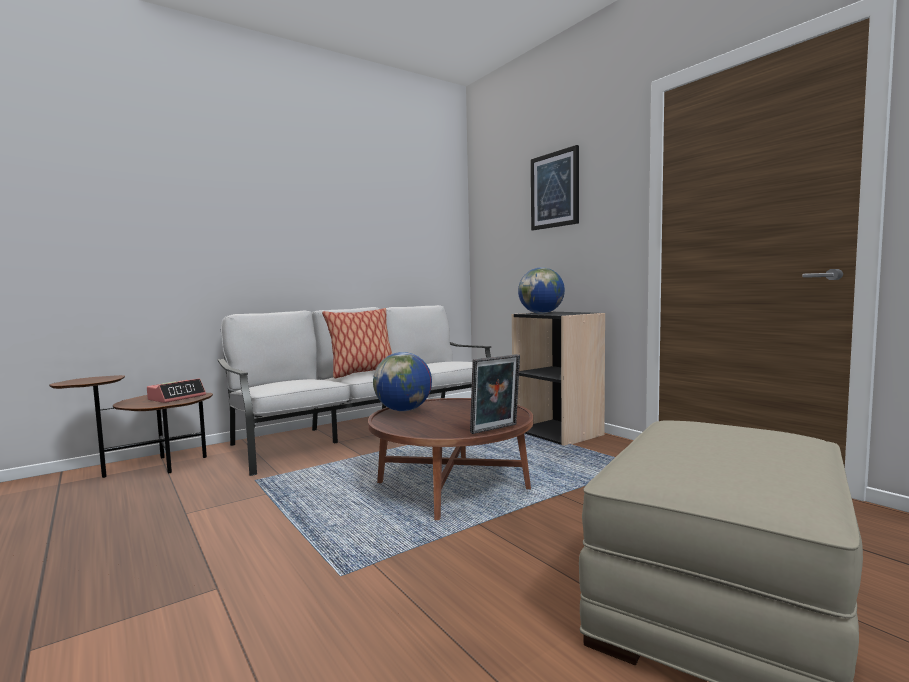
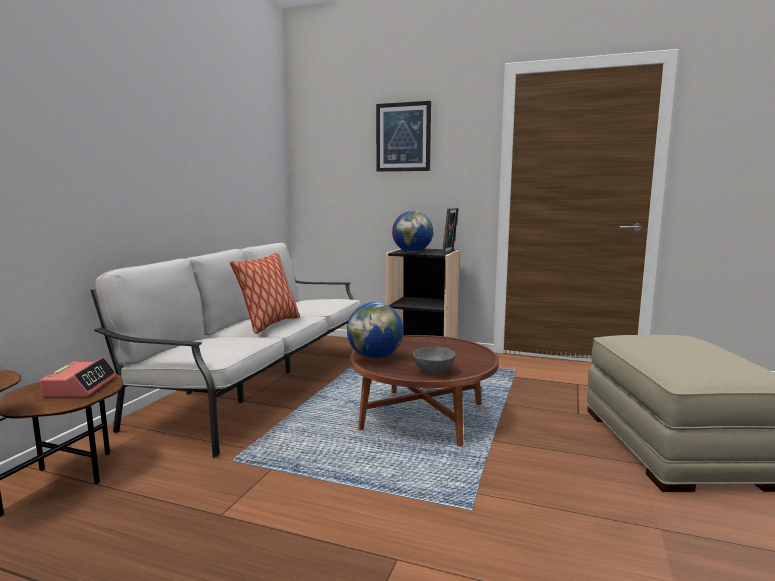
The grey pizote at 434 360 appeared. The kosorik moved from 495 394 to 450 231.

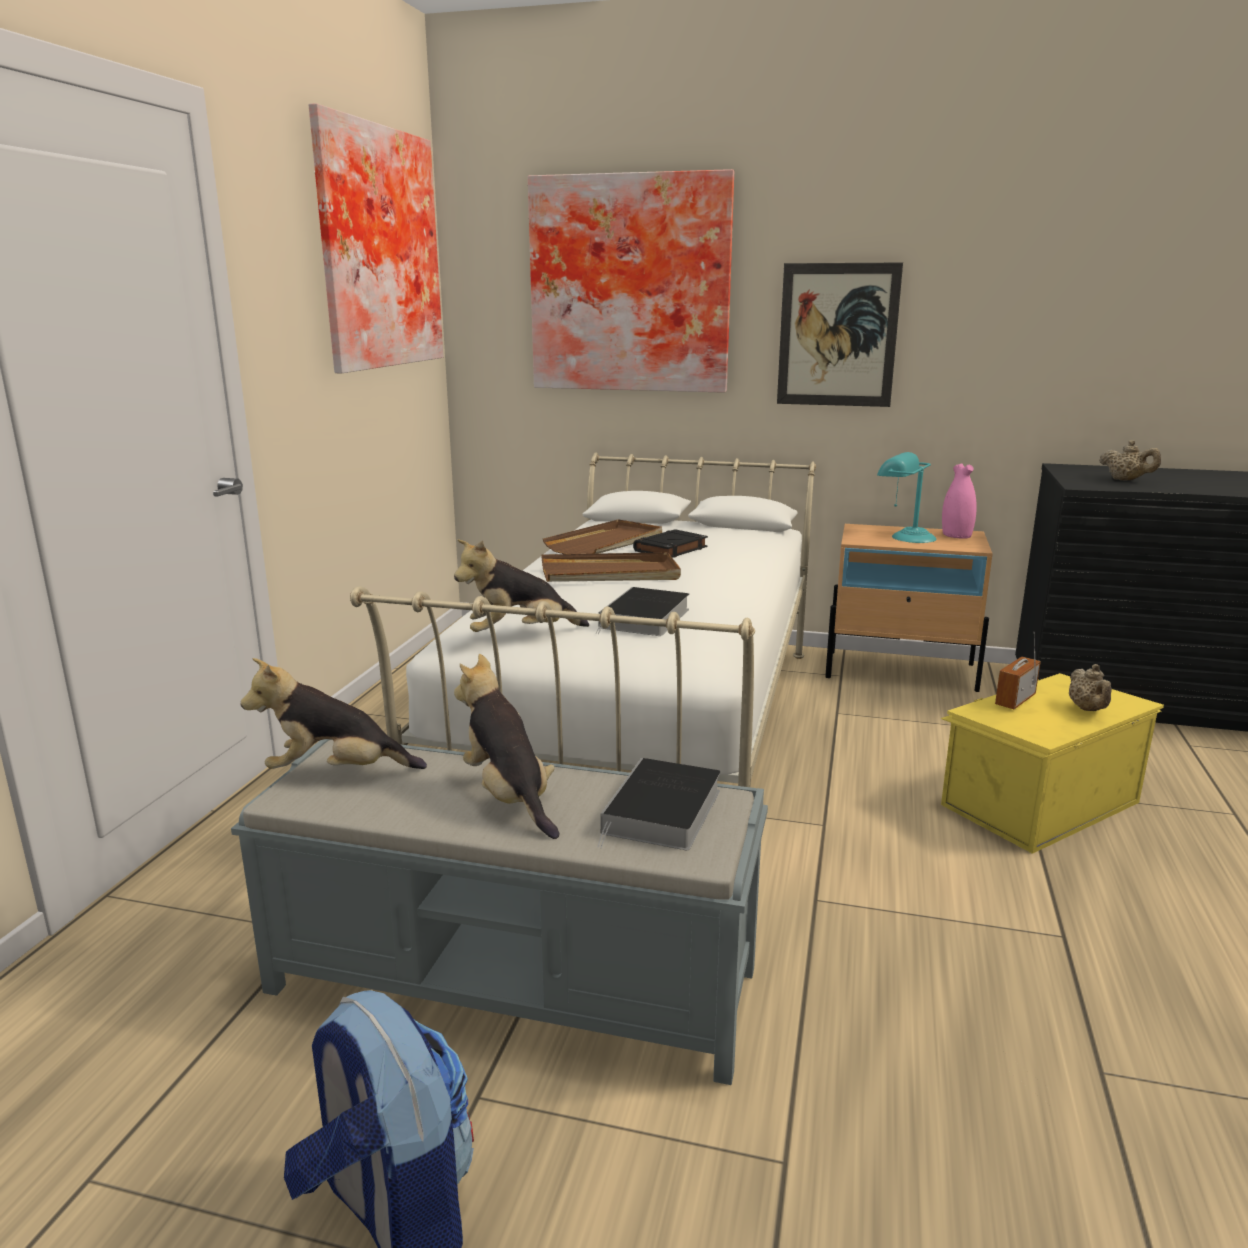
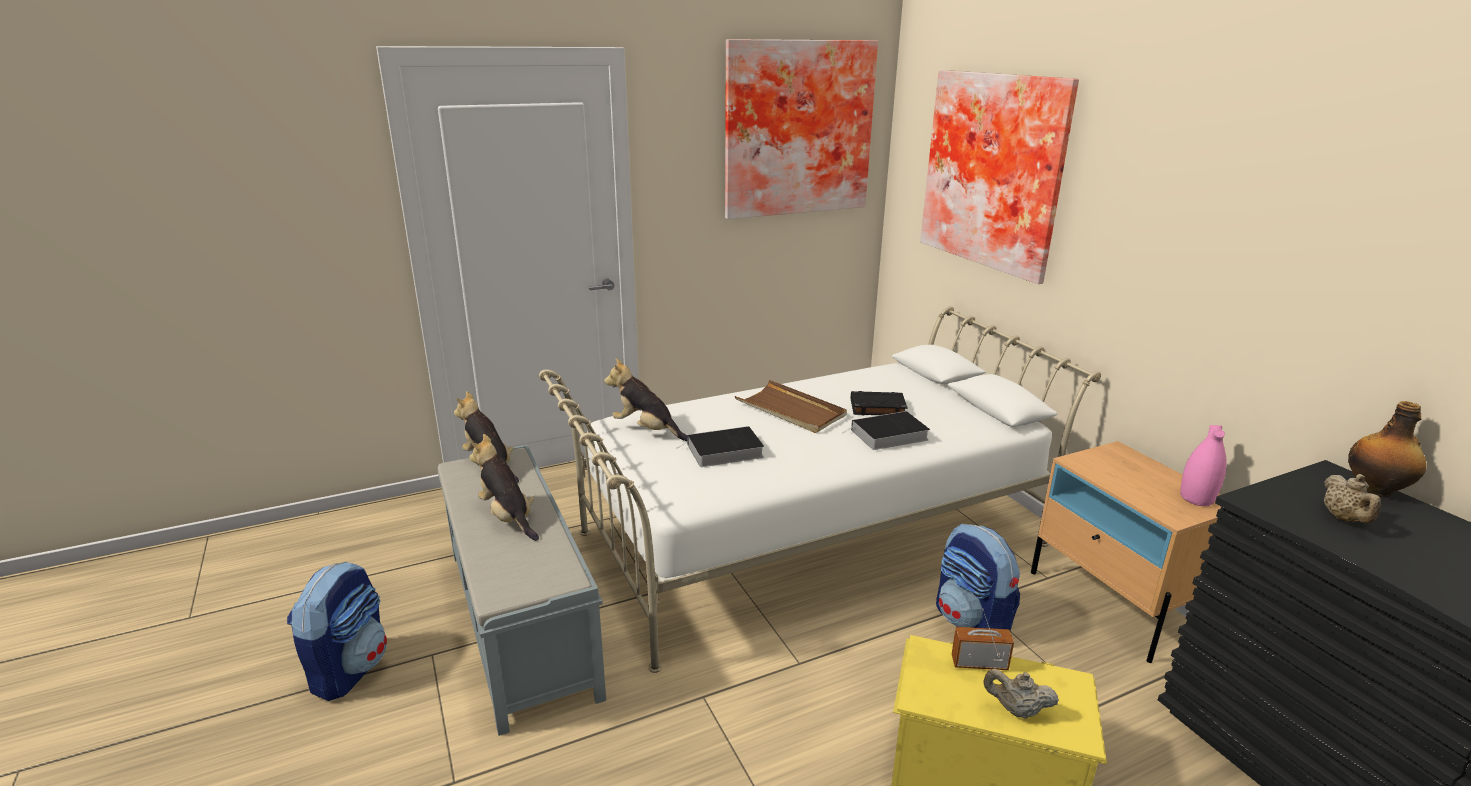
The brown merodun at 602 536 disappeared. The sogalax at 840 335 disappeared. The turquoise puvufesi at 907 497 disappeared. The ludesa at 978 577 appeared. The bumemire at 1387 449 appeared. The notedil moved from 659 804 to 886 430. The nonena at 506 746 turned 60 degrees counterclockwise. The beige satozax at 1090 687 turned 60 degrees clockwise.

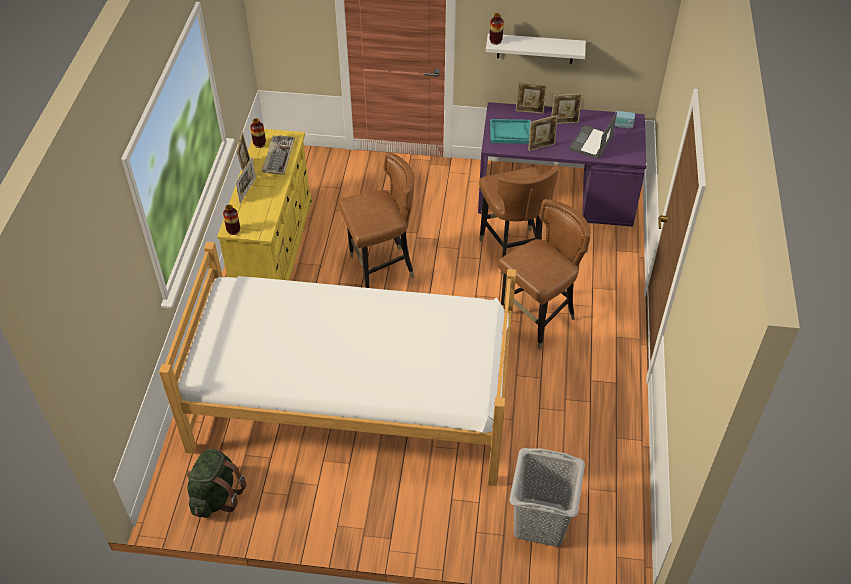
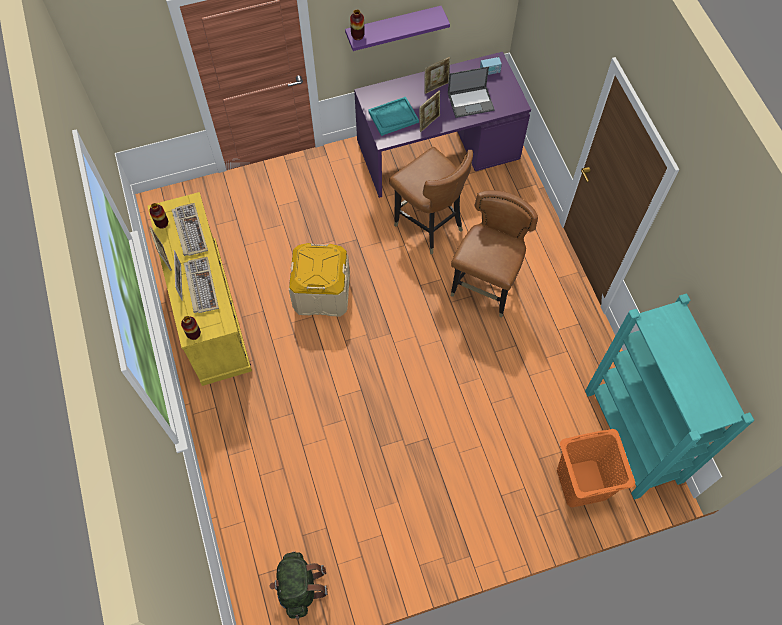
The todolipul at 338 364 disappeared. The kosorik at 531 98 disappeared. The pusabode at 201 285 appeared. The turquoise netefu at 669 396 appeared. The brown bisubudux at 376 220 was replaced by the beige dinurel at 319 280. The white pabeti at 536 49 became the purple pabeti at 397 28. The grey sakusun at 547 497 became the orange sakusun at 596 468. The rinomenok at 593 135 turned 105 degrees counterclockwise.

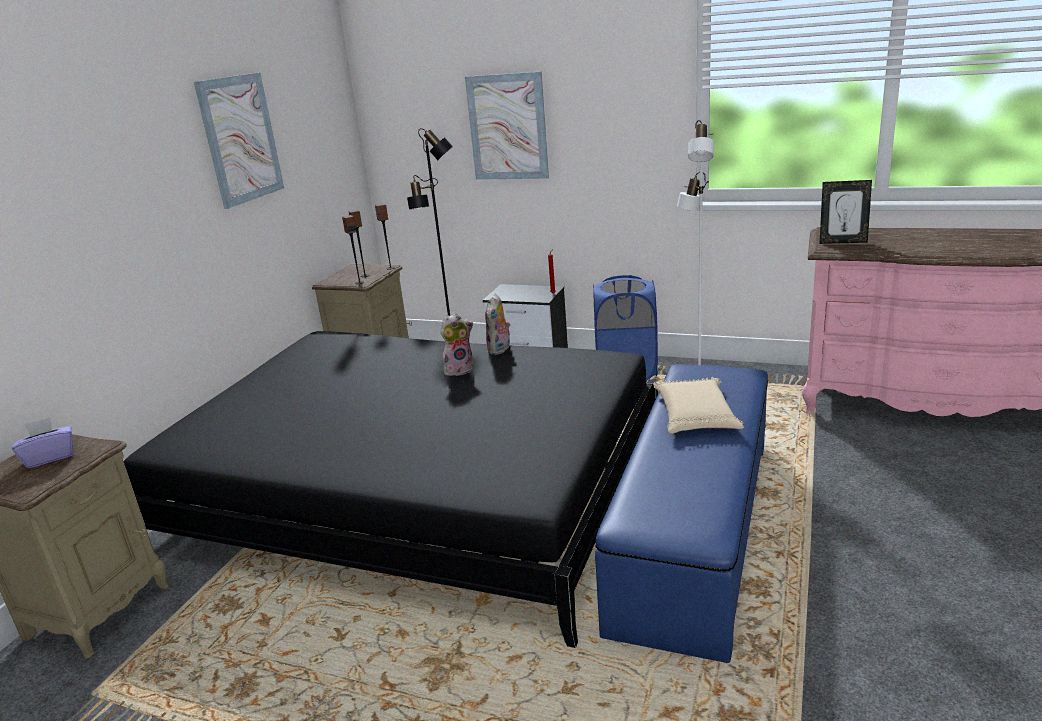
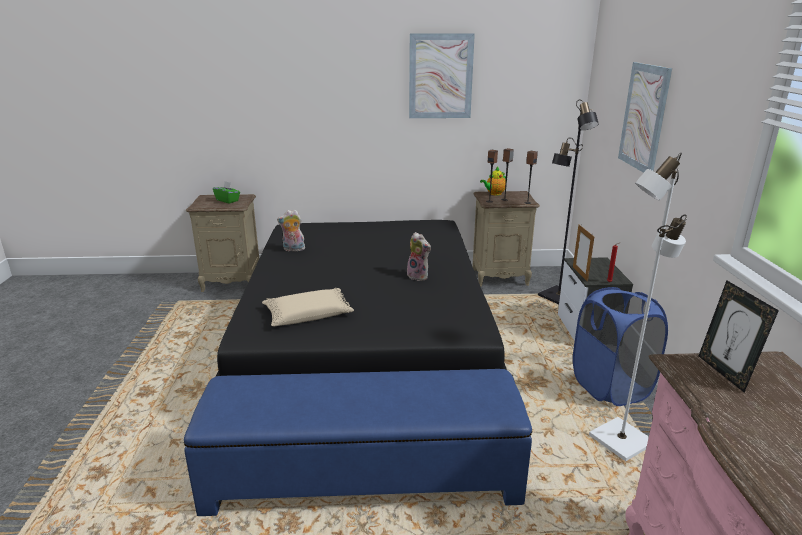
The satozax at 493 181 appeared. The kosorik at 583 253 appeared. The nonena moved from 497 324 to 291 230. The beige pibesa moved from 698 405 to 308 307. The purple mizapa at 42 442 became the green mizapa at 226 192.

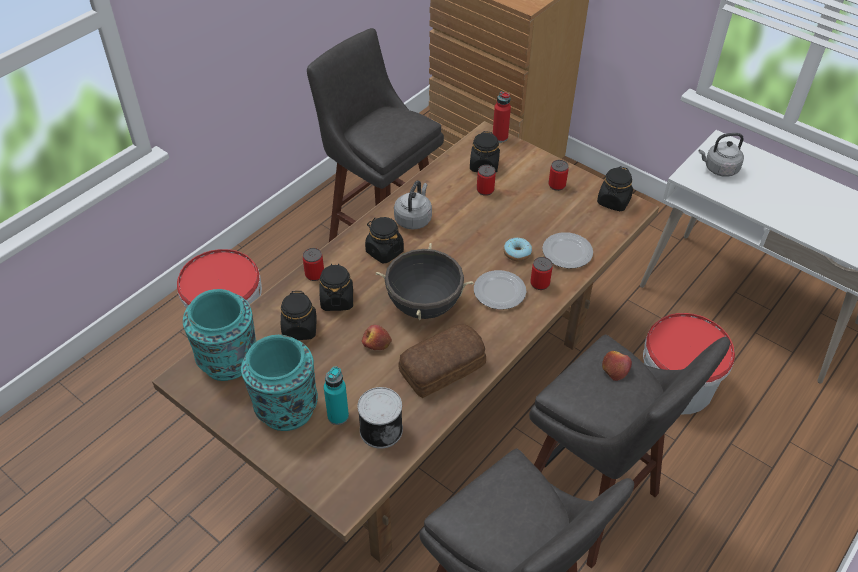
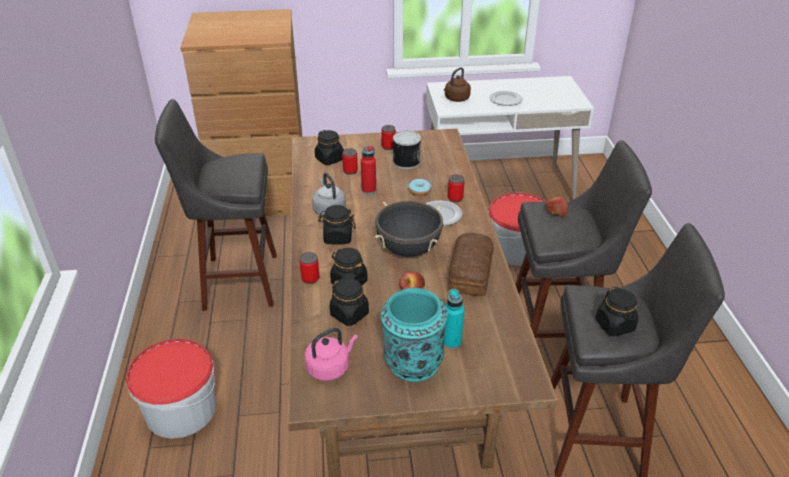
The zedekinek moved from 380 418 to 407 149. The red bumemire moved from 502 116 to 368 170. The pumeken moved from 567 250 to 506 98. The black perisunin moved from 615 188 to 616 311. The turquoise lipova at 219 335 was replaced by the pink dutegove at 331 354. The grey dutegove at 721 155 became the brown dutegove at 457 84.

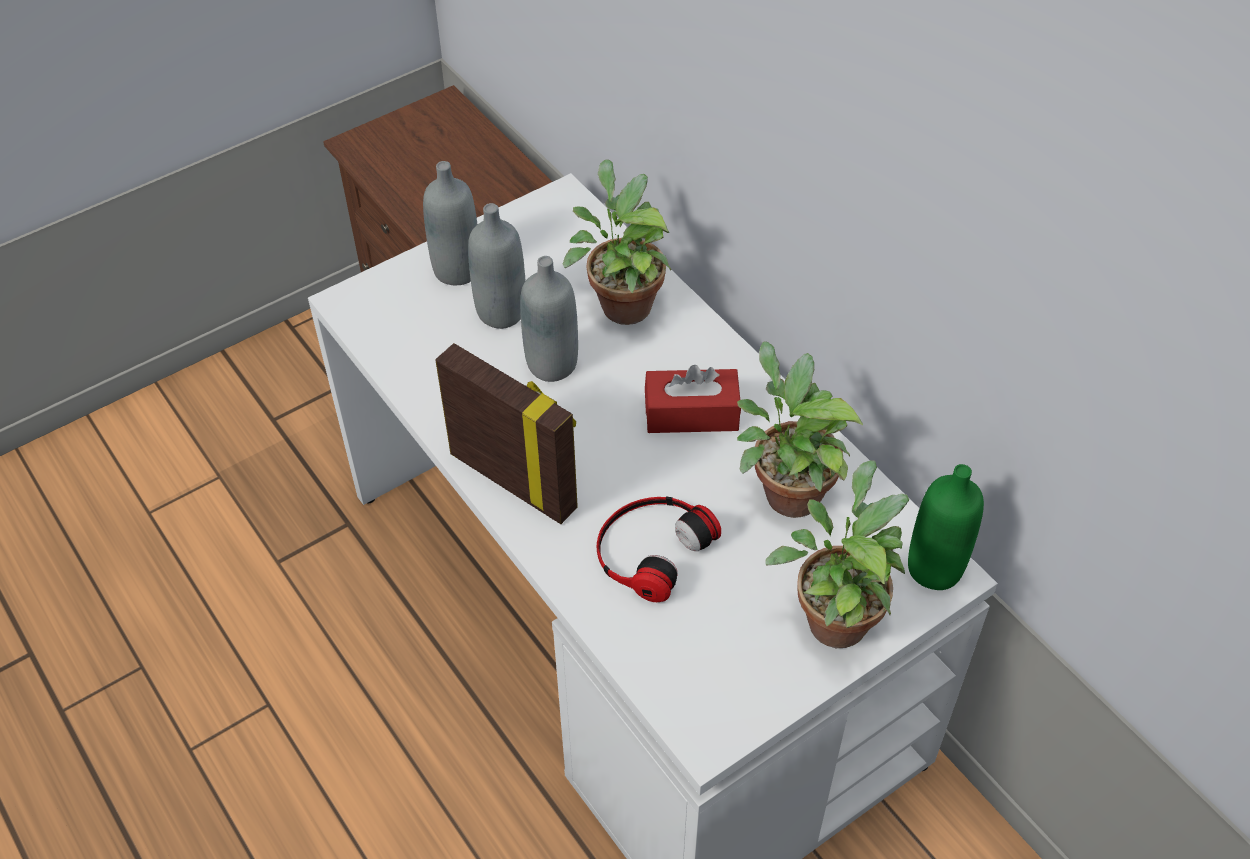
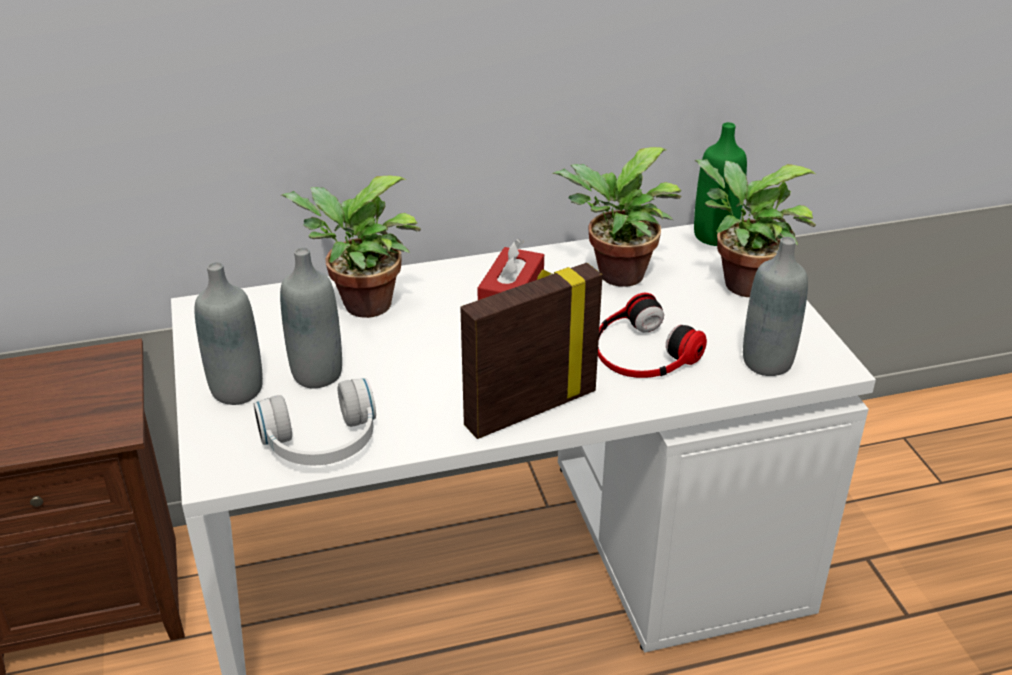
The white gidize at 315 421 appeared. The grey bumemire moved from 549 319 to 775 306.

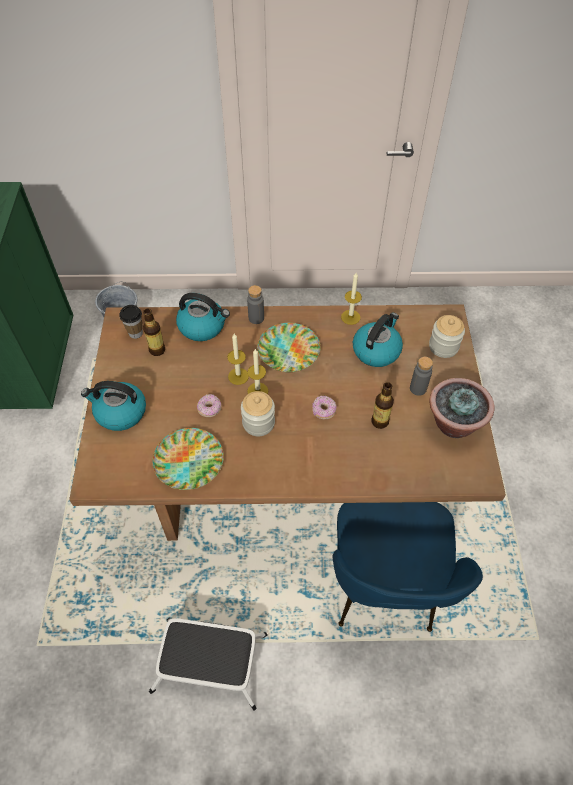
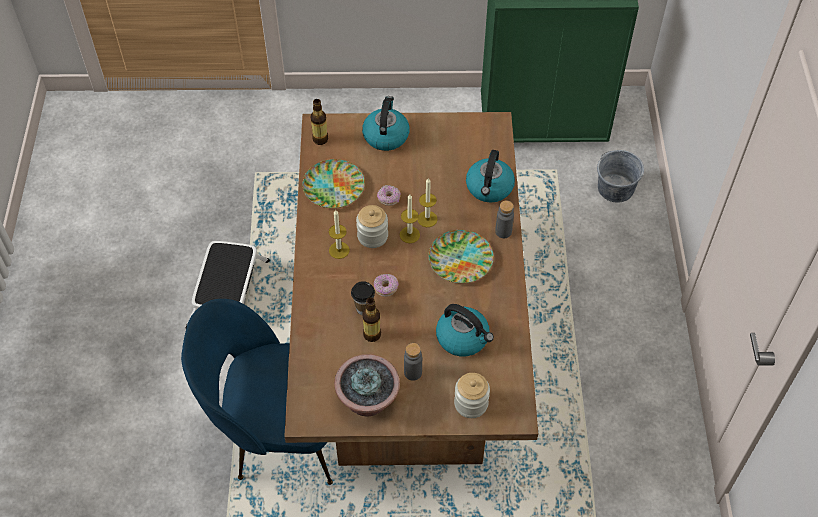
The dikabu moved from 131 322 to 363 298. The bumemire moved from 154 332 to 319 122. The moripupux moved from 351 299 to 339 234.

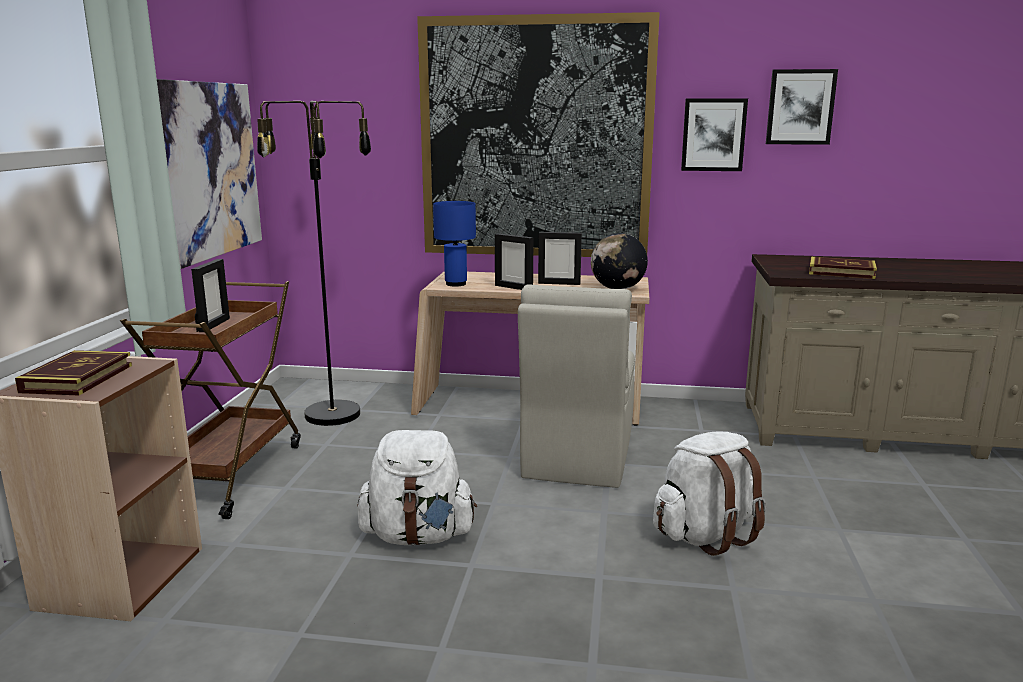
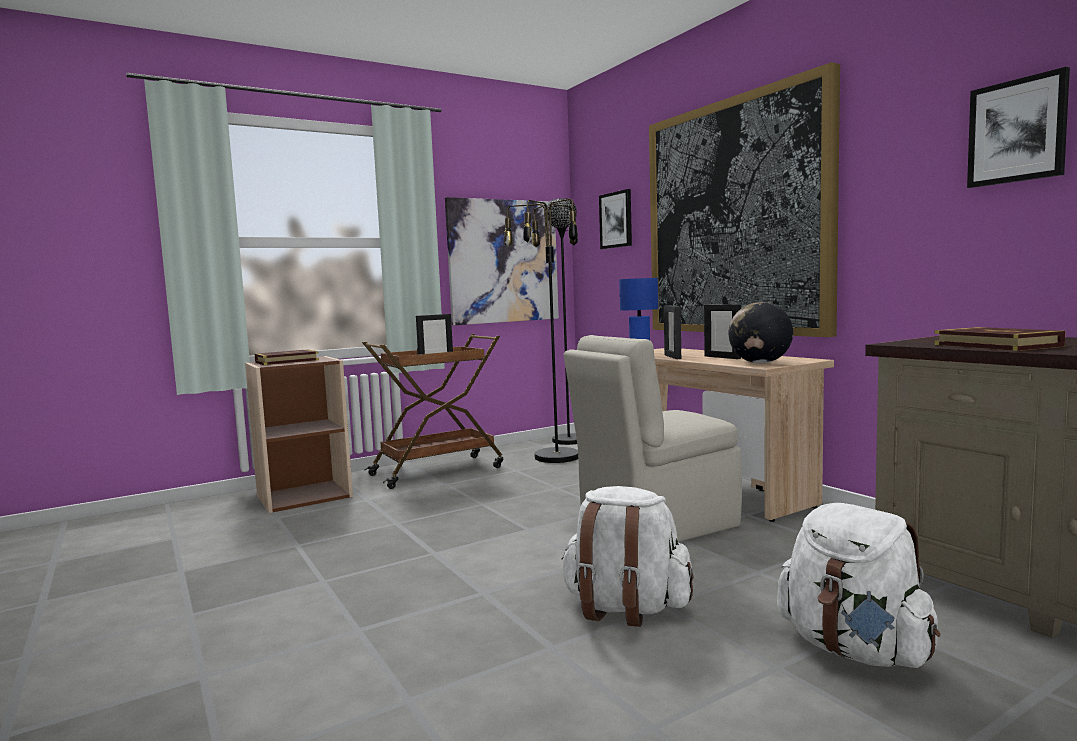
The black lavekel at 562 321 appeared. The white ludesa moved from 417 488 to 858 585. The sogalax moved from 714 134 to 615 219.

